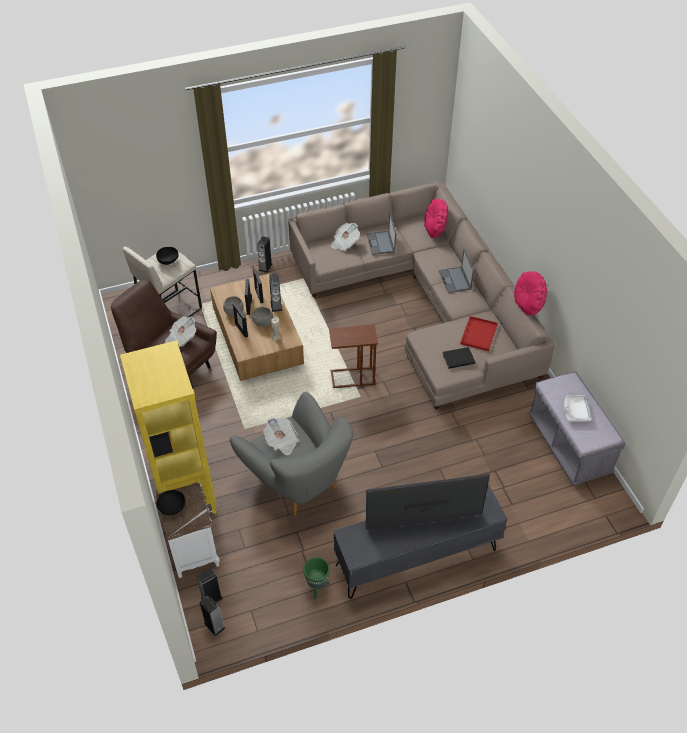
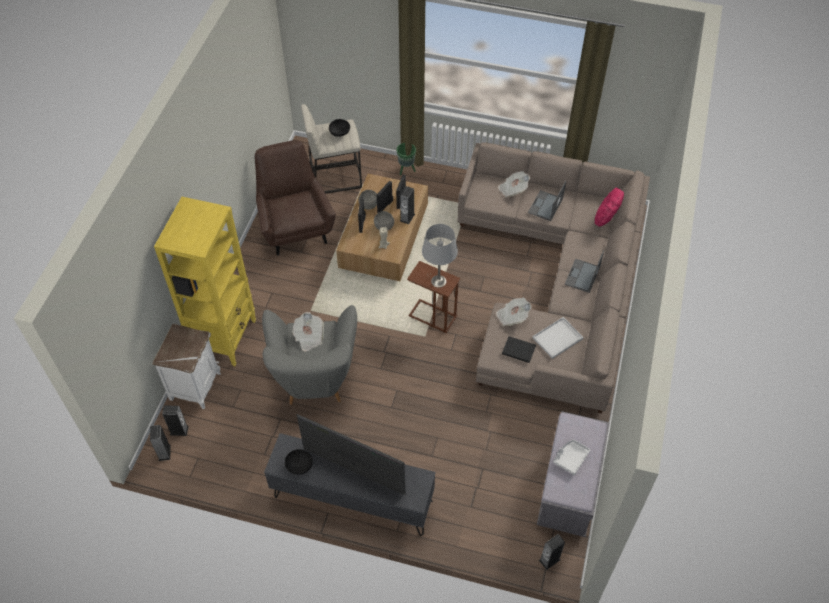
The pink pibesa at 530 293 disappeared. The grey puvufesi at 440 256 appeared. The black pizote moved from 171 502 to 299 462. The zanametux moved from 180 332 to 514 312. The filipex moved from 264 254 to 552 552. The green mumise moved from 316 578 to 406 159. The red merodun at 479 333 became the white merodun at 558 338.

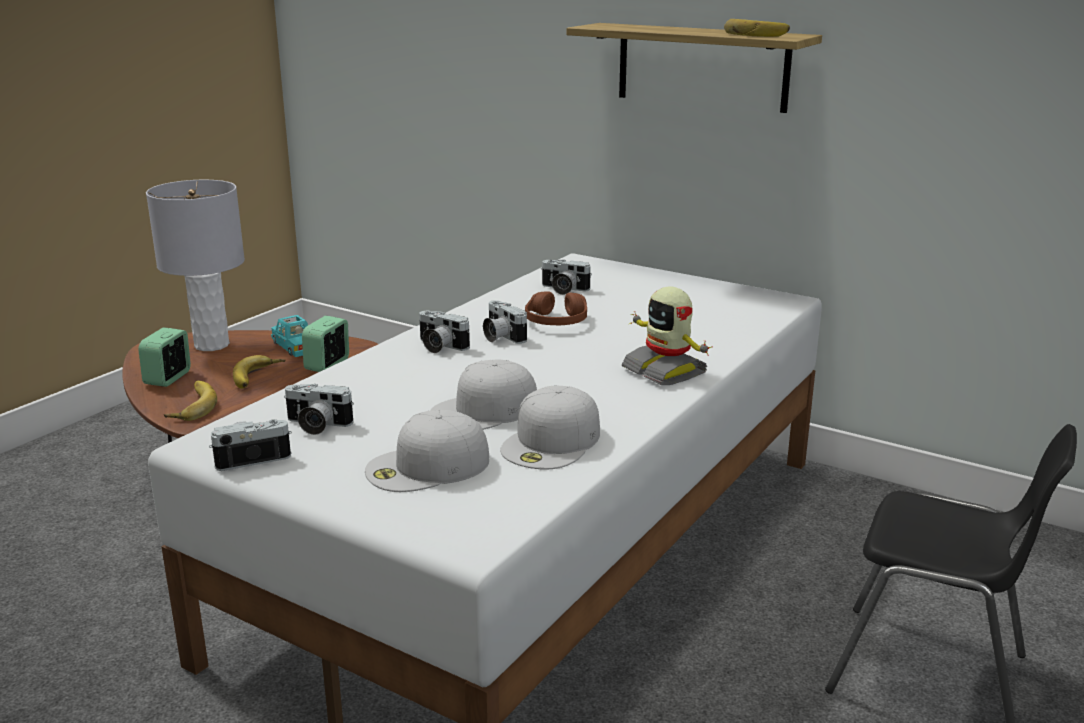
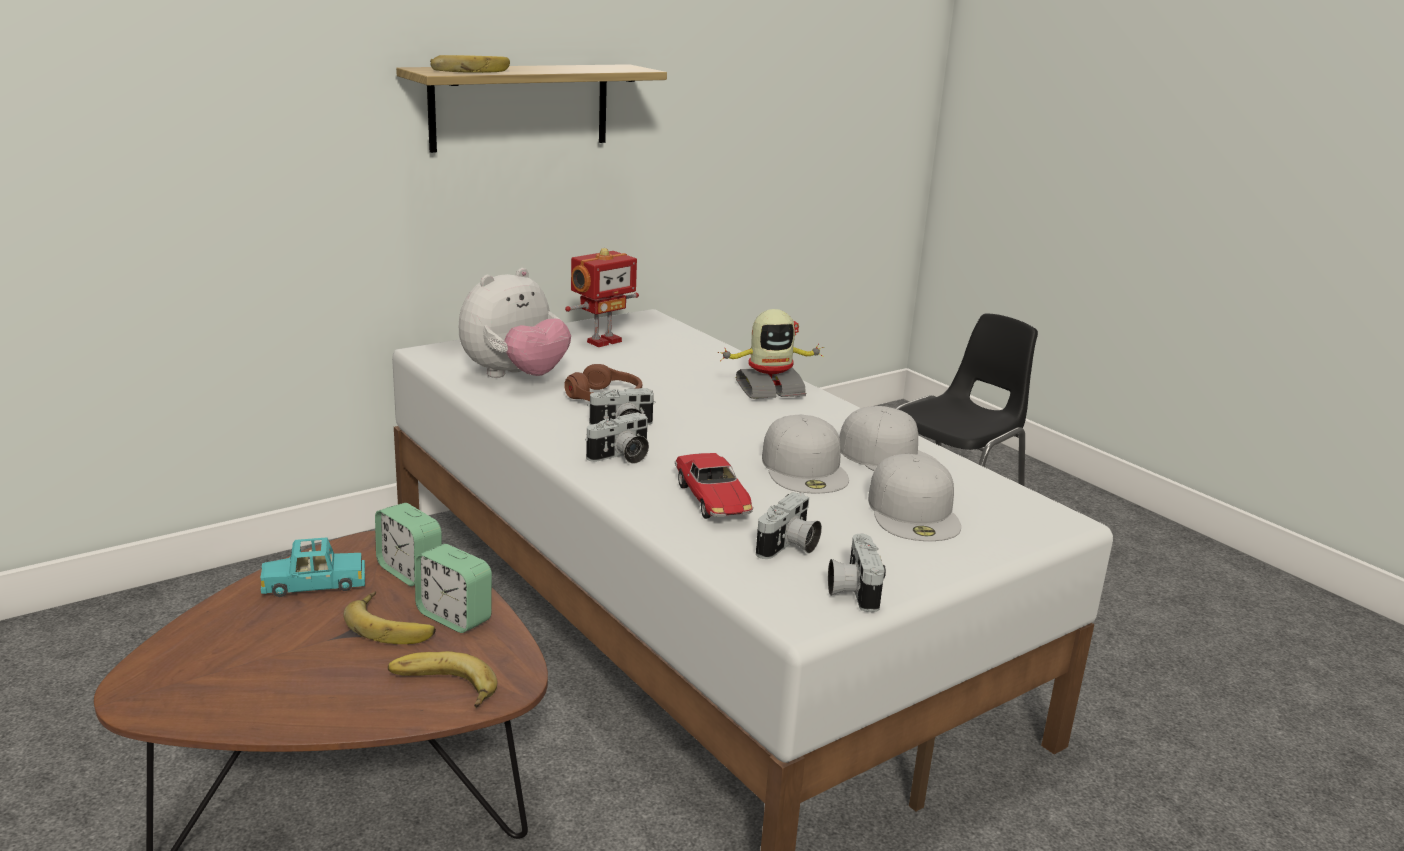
The grey puvufesi at 195 265 disappeared. The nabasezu at 602 297 appeared. The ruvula at 714 486 appeared. The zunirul moved from 164 357 to 453 588. The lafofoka moved from 757 28 to 470 64. The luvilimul at 566 277 was replaced by the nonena at 515 323.

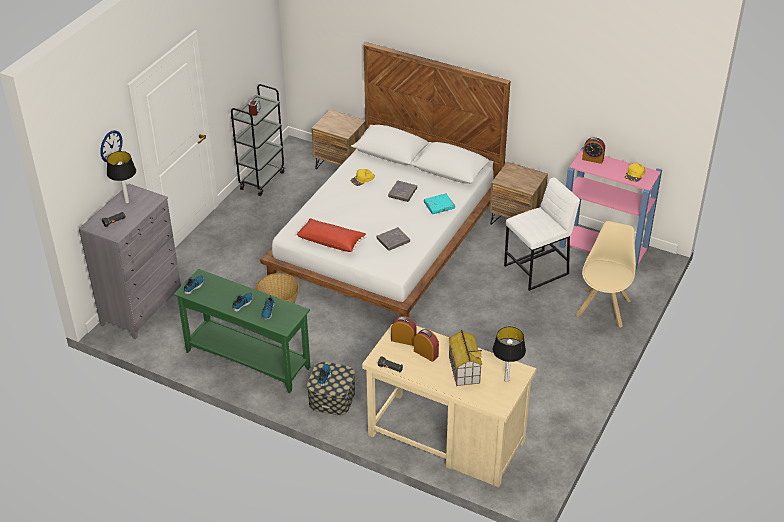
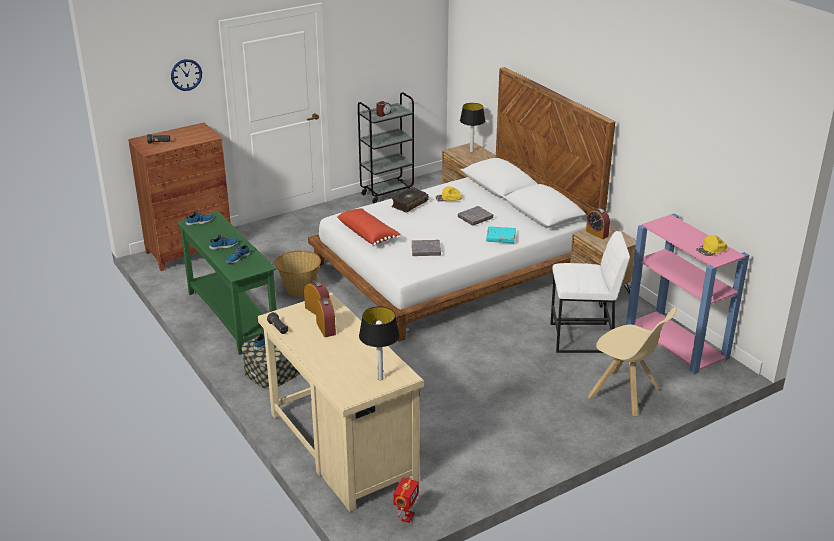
The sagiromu at 465 358 disappeared. The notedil at 410 200 appeared. The nabasezu at 406 500 appeared. The puvufesi moved from 121 177 to 472 127. The zunirul moved from 593 150 to 598 223. The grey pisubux at 130 261 became the brown pisubux at 179 197. The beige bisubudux at 605 274 turned 75 degrees clockwise.

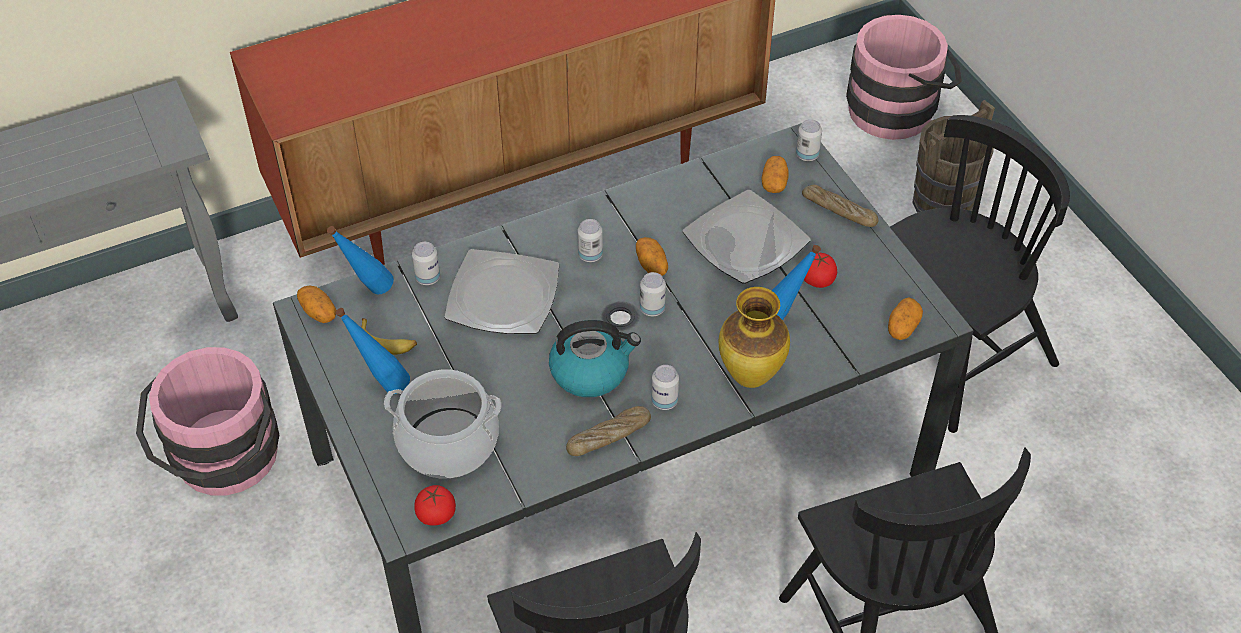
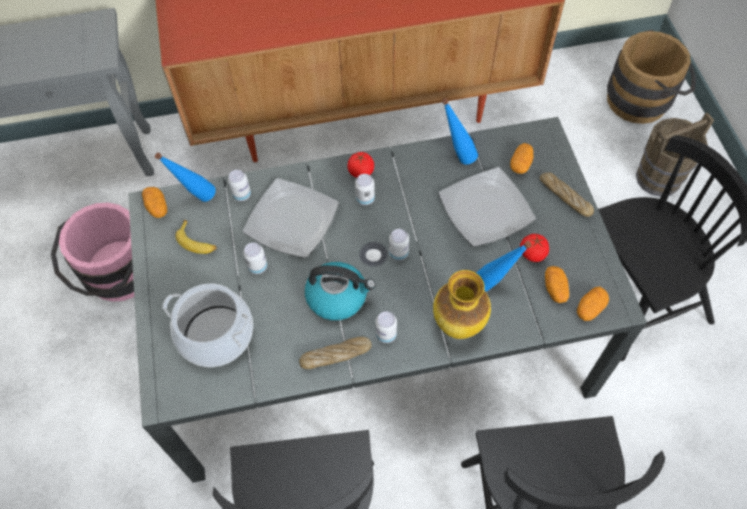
The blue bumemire moved from 373 351 to 460 131. The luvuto moved from 435 505 to 360 165. The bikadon moved from 652 256 to 557 284. The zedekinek moved from 809 140 to 255 258. The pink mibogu at 904 77 became the brown mibogu at 651 77.

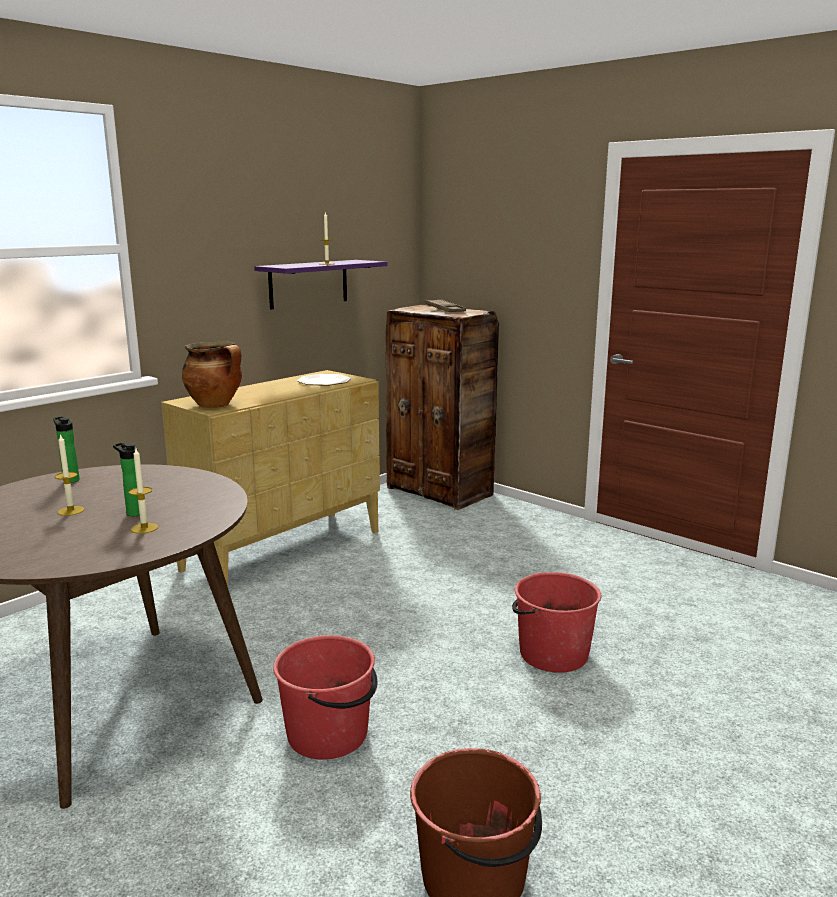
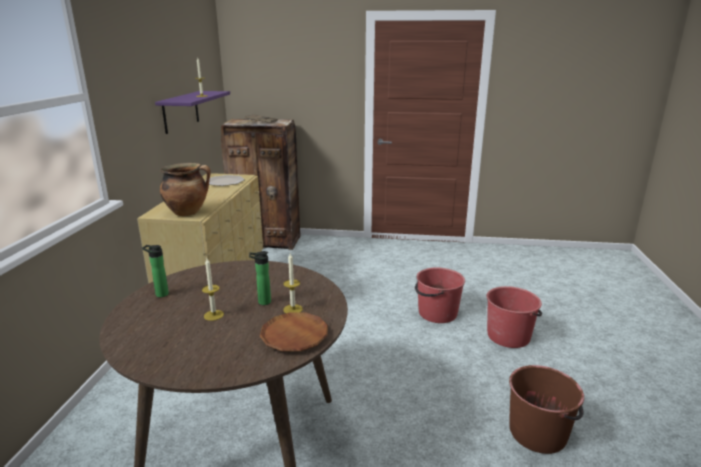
The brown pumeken at 294 332 appeared. The red mibogu moved from 325 697 to 514 317.

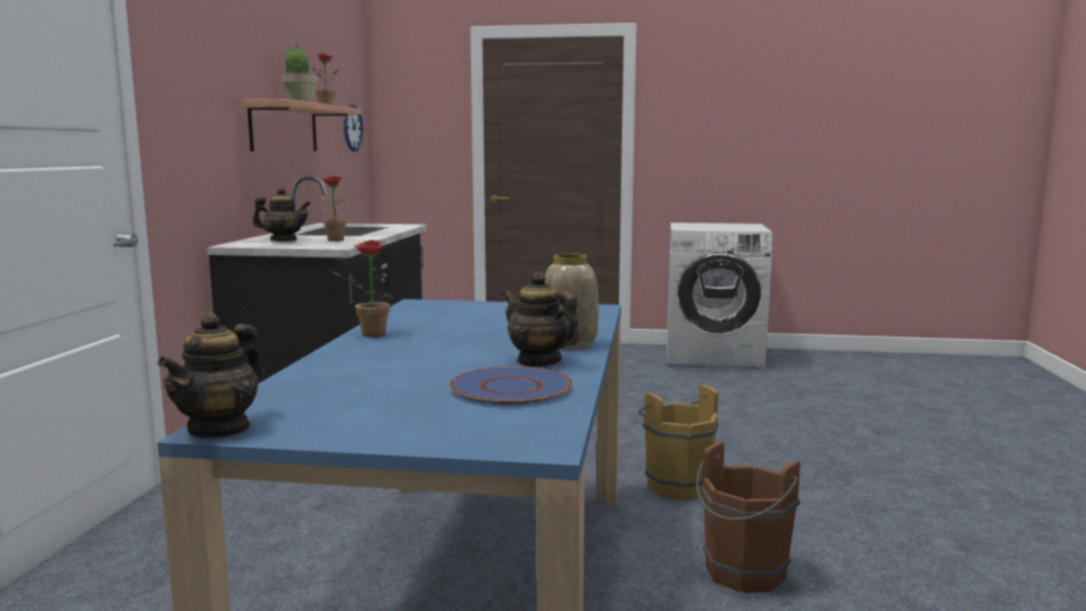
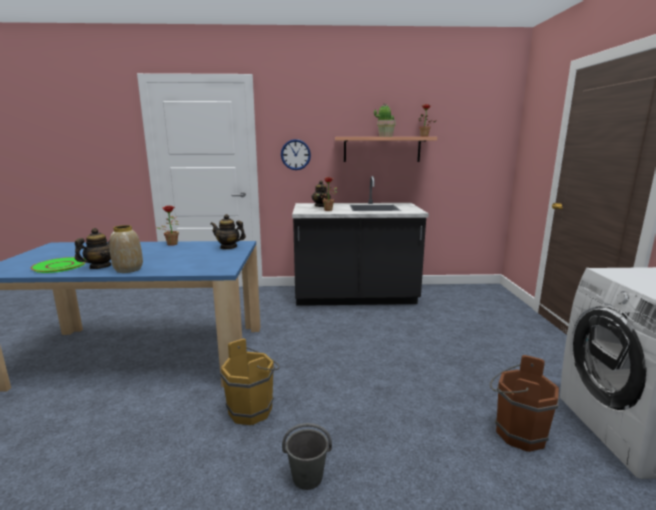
The grey mibogu at 307 456 appeared. The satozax moved from 210 375 to 228 232. The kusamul moved from 353 128 to 296 154. The brown mibogu moved from 748 517 to 524 403. The blue pumeken at 511 386 became the green pumeken at 58 265.

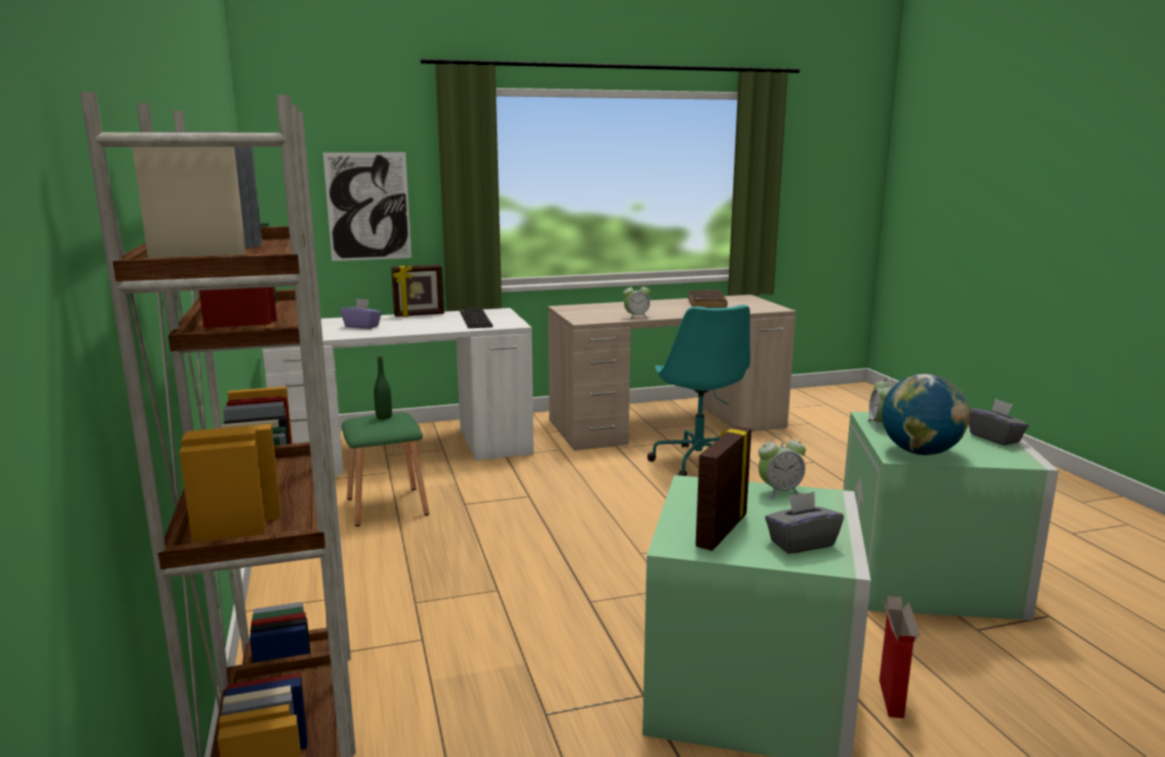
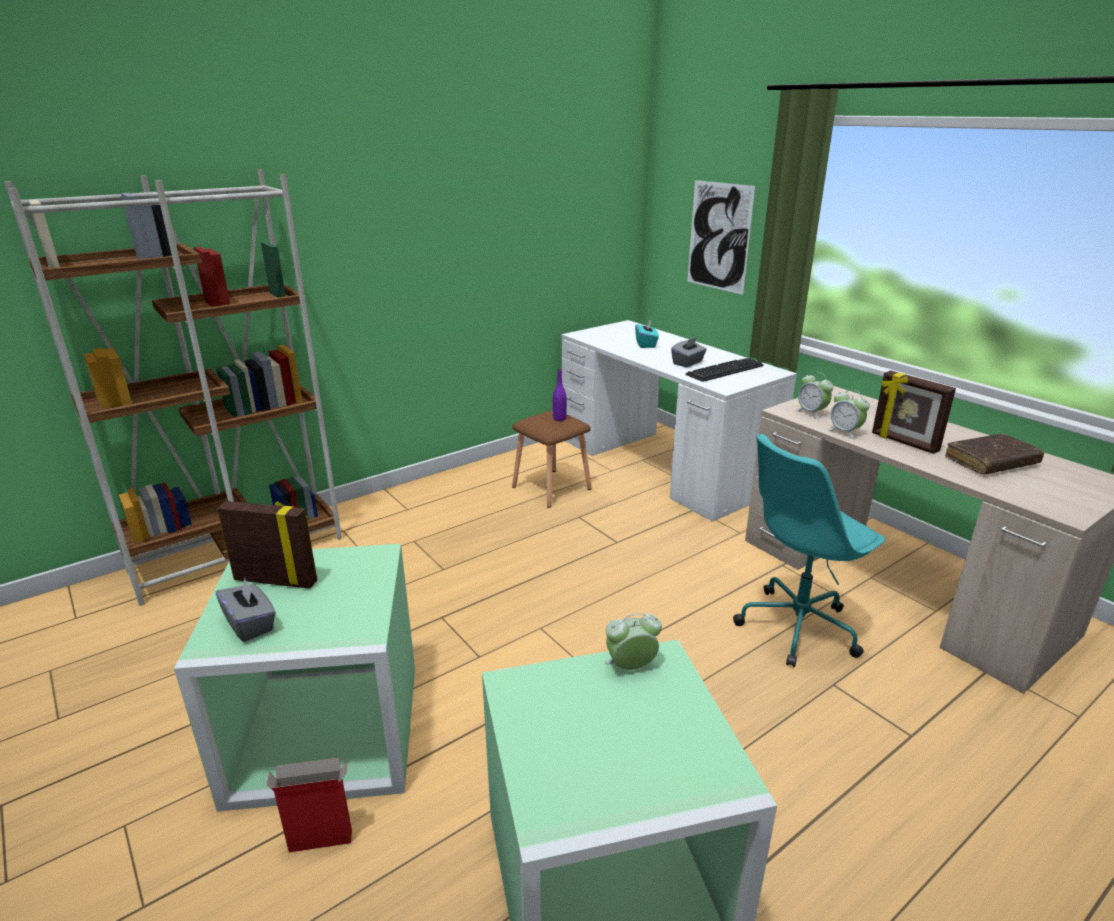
The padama at 926 414 disappeared. The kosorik moved from 417 290 to 914 412. The zunirul moved from 782 466 to 814 395. The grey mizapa moved from 999 422 to 689 352. The purple mizapa at 361 313 became the turquoise mizapa at 647 334. The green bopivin at 385 469 became the brown bopivin at 552 459. The green bumemire at 383 387 became the purple bumemire at 560 395.

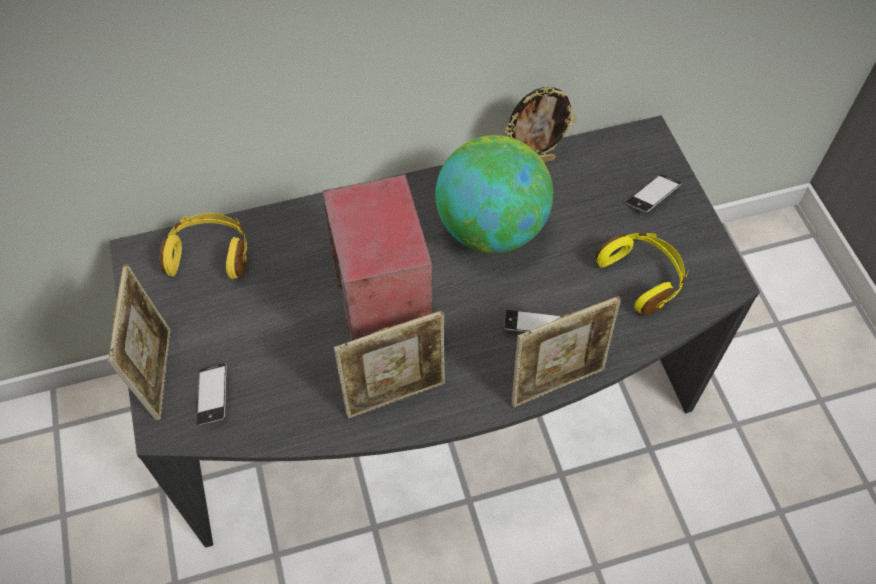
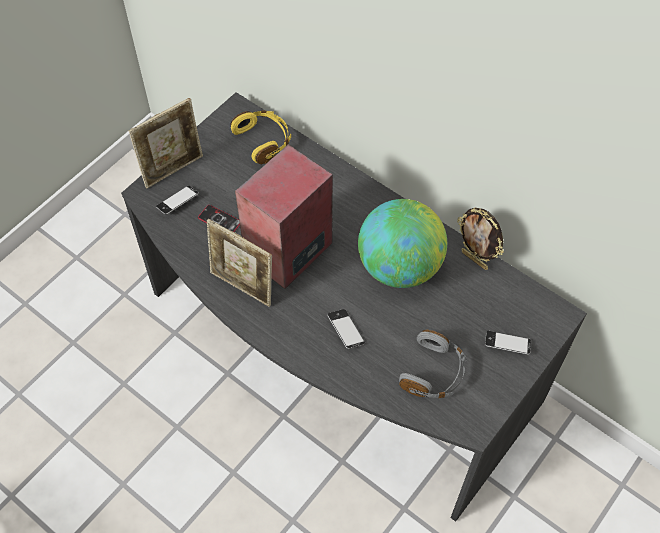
The kosorik at 566 351 disappeared. The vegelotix at 219 218 appeared. The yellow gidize at 642 273 became the grey gidize at 433 364.

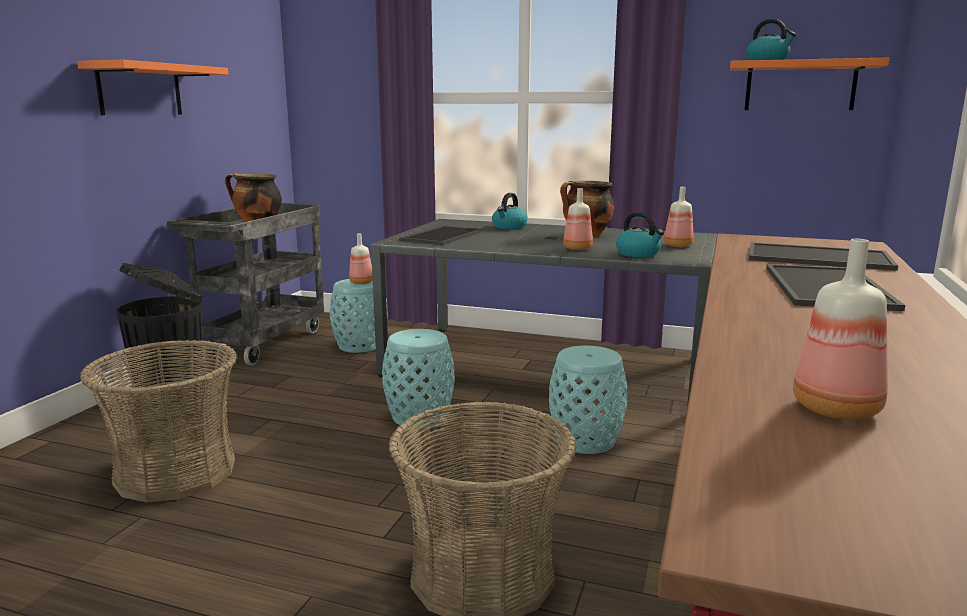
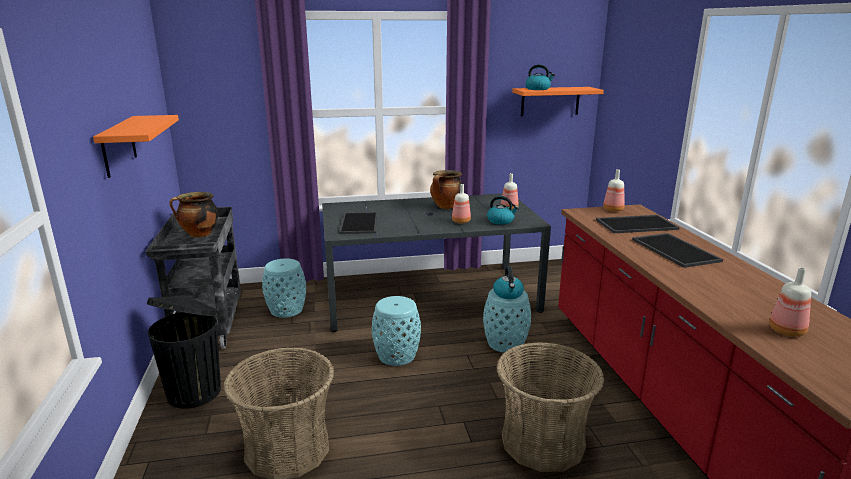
The bumemire moved from 361 258 to 614 190. The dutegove moved from 510 211 to 508 282.

